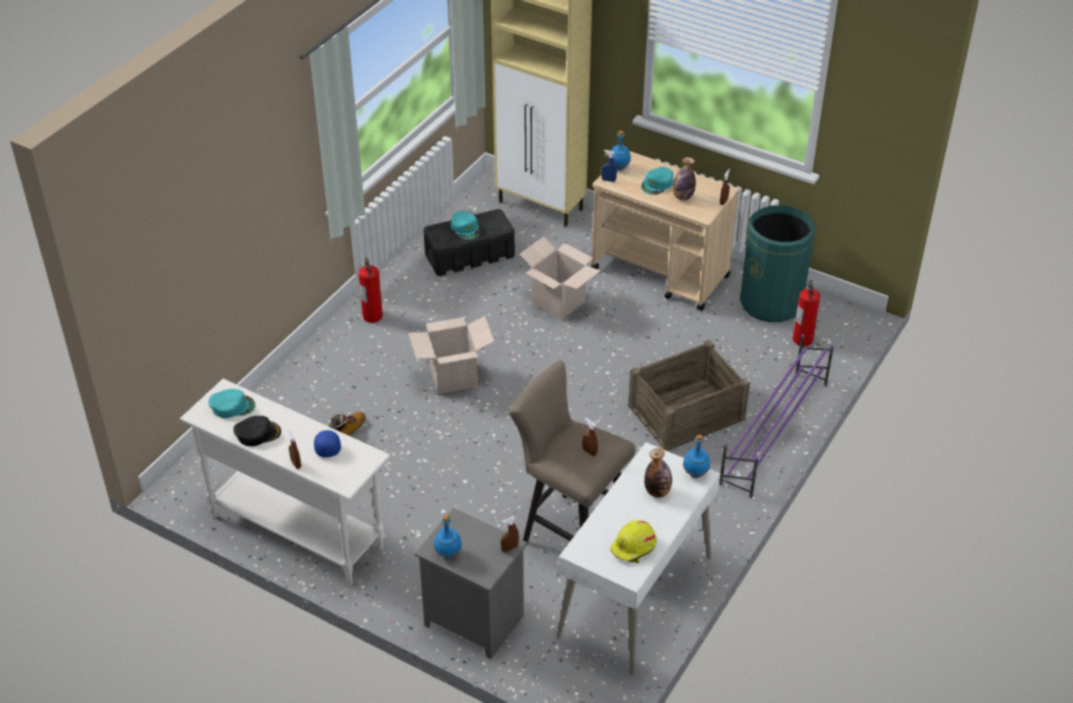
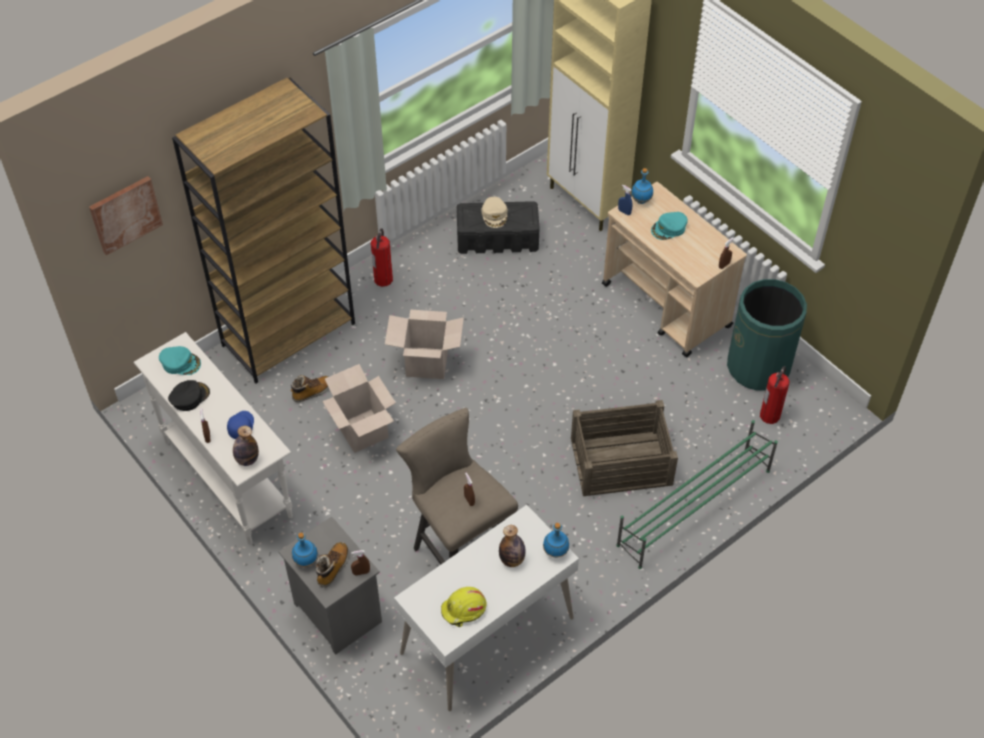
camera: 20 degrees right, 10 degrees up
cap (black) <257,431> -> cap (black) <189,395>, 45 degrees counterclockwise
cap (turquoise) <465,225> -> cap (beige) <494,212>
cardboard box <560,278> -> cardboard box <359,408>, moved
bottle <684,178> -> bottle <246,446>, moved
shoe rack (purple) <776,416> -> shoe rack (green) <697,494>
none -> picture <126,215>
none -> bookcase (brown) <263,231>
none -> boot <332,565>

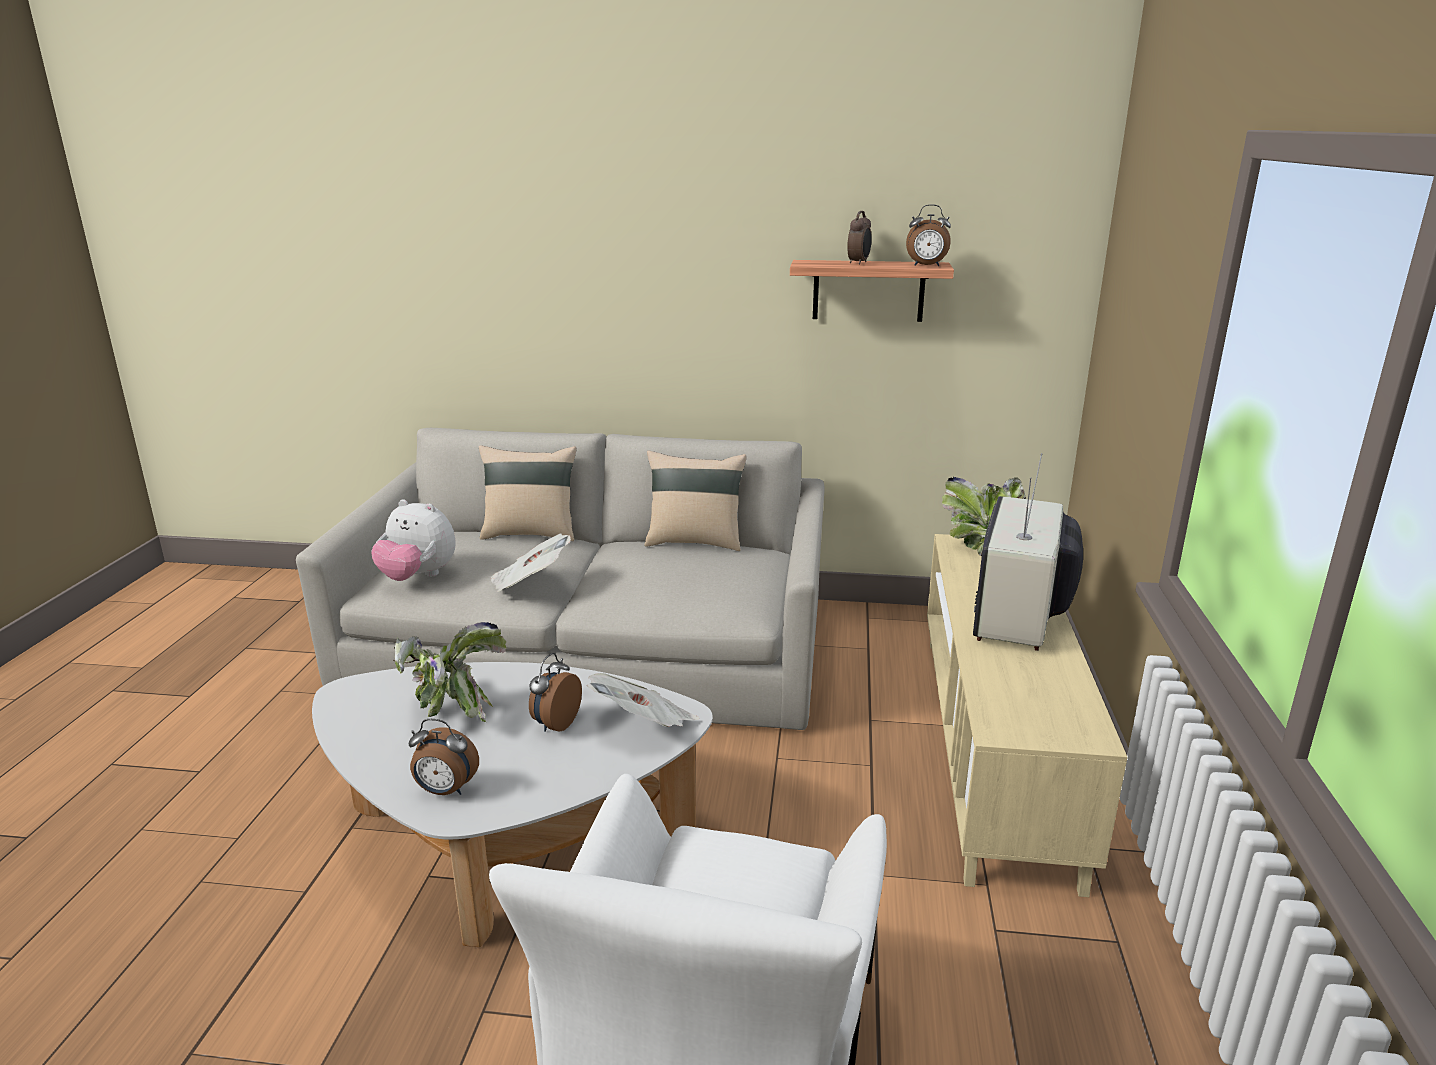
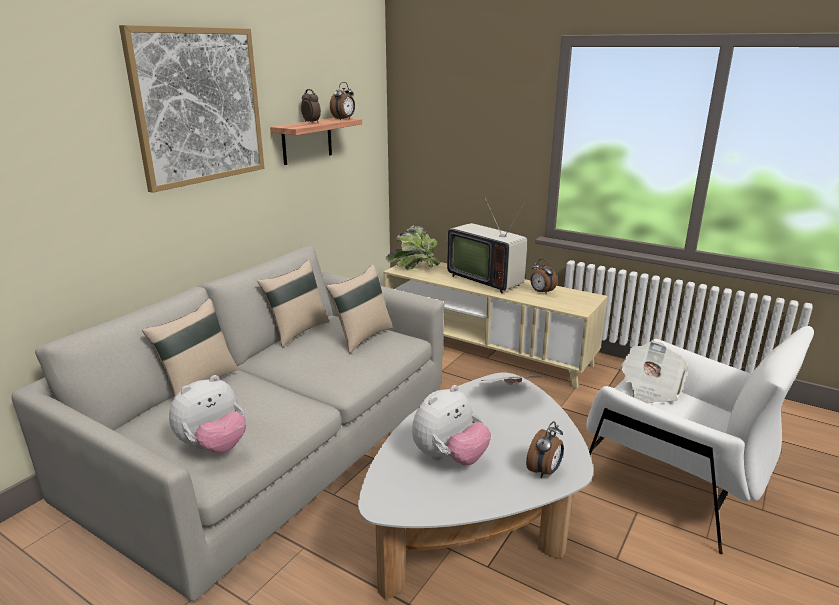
camera: 65 degrees left, 0 degrees up
potted plant <449,672> -> plush toy <451,425>
newspaper <531,562> -> newspaper <654,372>, moved
alarm clock <555,692> -> alarm clock <543,277>, moved
none -> picture <191,109>
none -> pillow (beige) <359,309>

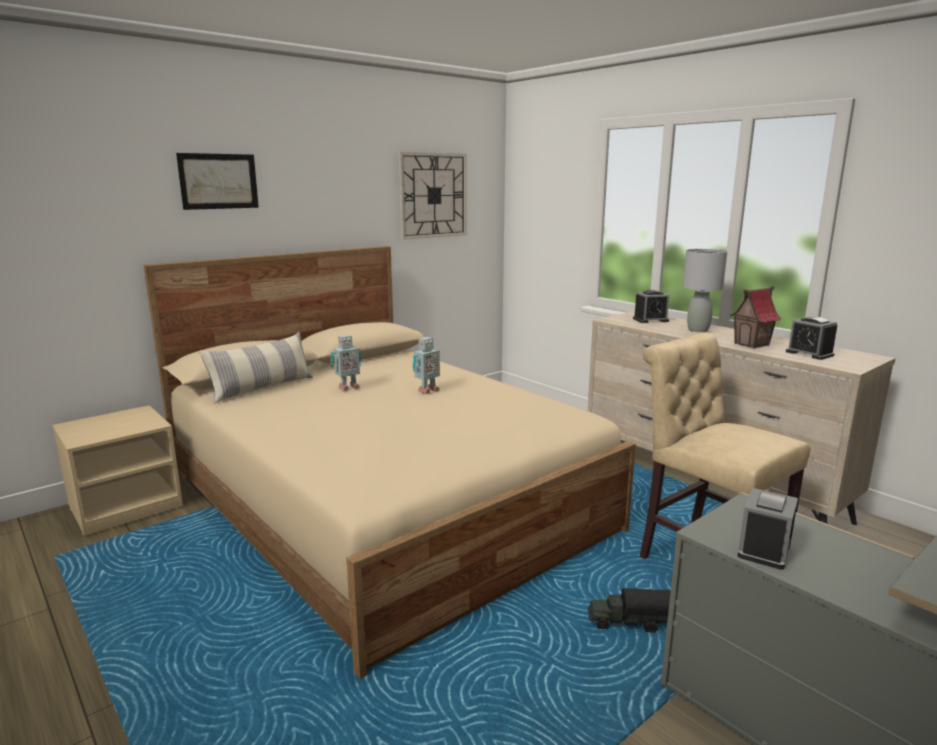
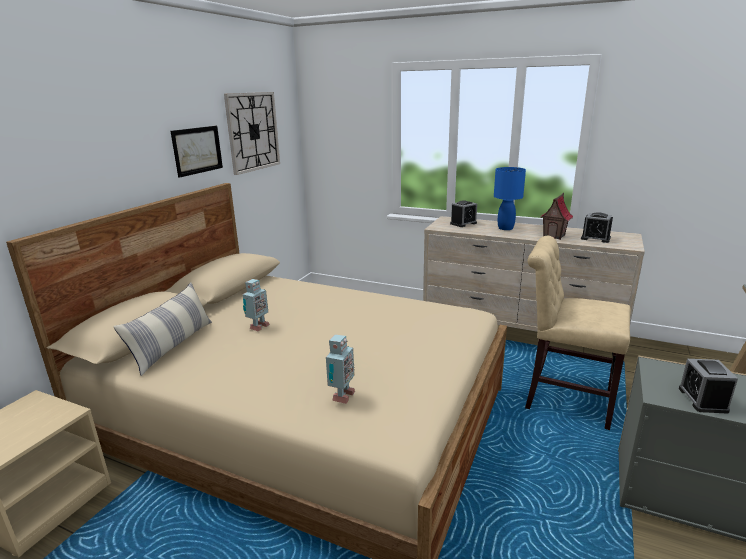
camera: 25 degrees left, 5 degrees up
picture <217,181> -> picture <197,152>, moved
toy robot <426,365> -> toy robot <340,369>, moved
toy truck <629,610> -> none
table lamp (grey) <705,290> -> table lamp (blue) <510,198>

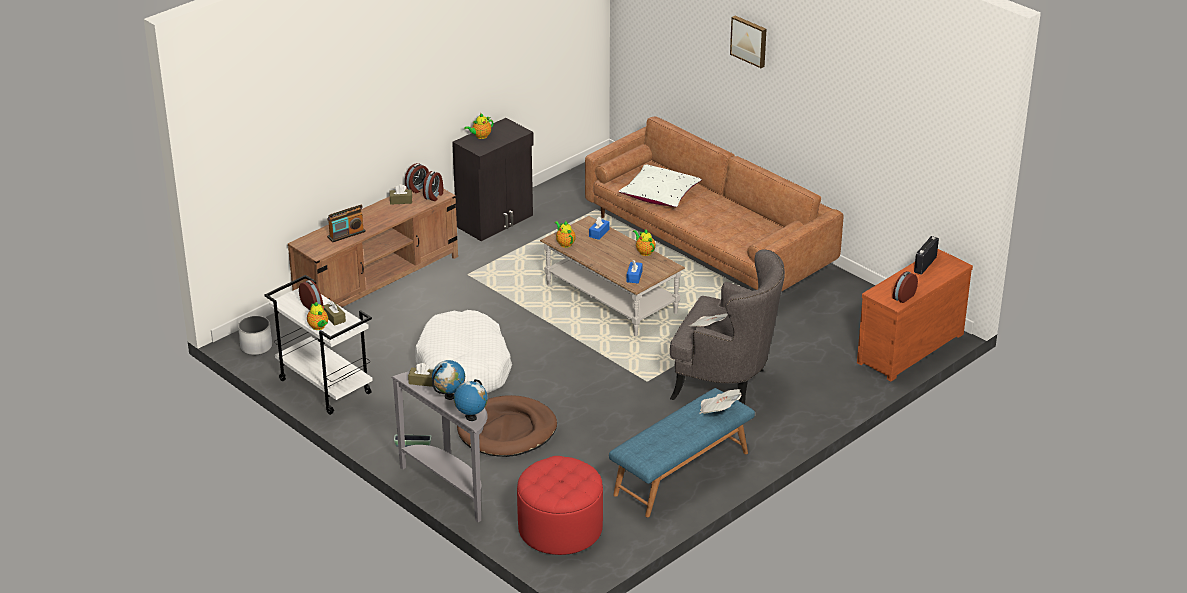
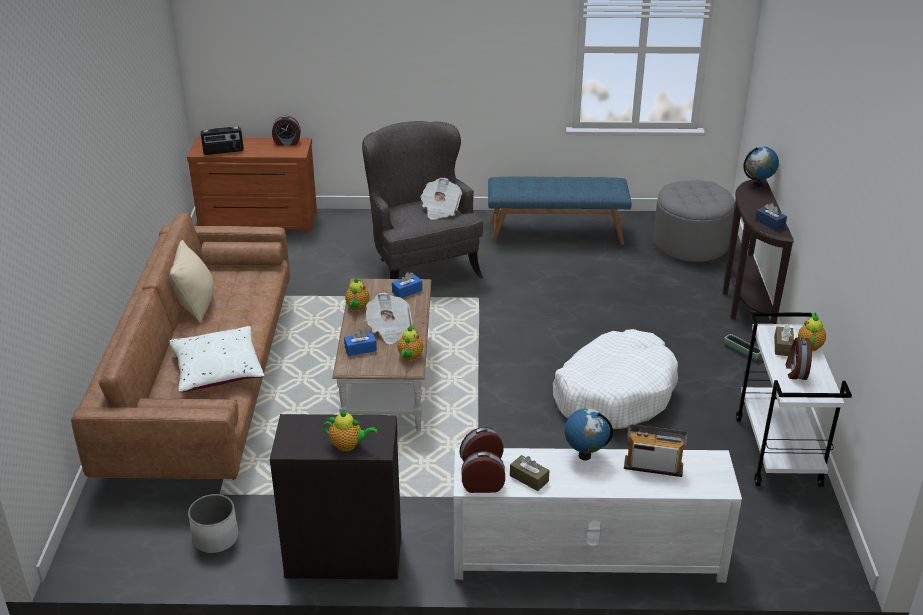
camera: 135 degrees left, 0 degrees up
planter (white) <255,335> -> planter (white) <213,523>, moved
tv stand (brown) <373,247> -> tv stand (white) <597,515>
console table (grey) <439,447> -> console table (brown) <758,251>
tissue box (brown) <420,375> -> tissue box (blue) <771,217>
globe <448,380> -> globe <589,434>, moved
dog bed (brown) <507,426> -> none
ottoman (red) <560,505> -> ottoman (grey) <694,221>
newspaper <721,401> -> newspaper <389,318>, moved
picture <748,42> -> none
none -> pillow (beige) <191,281>

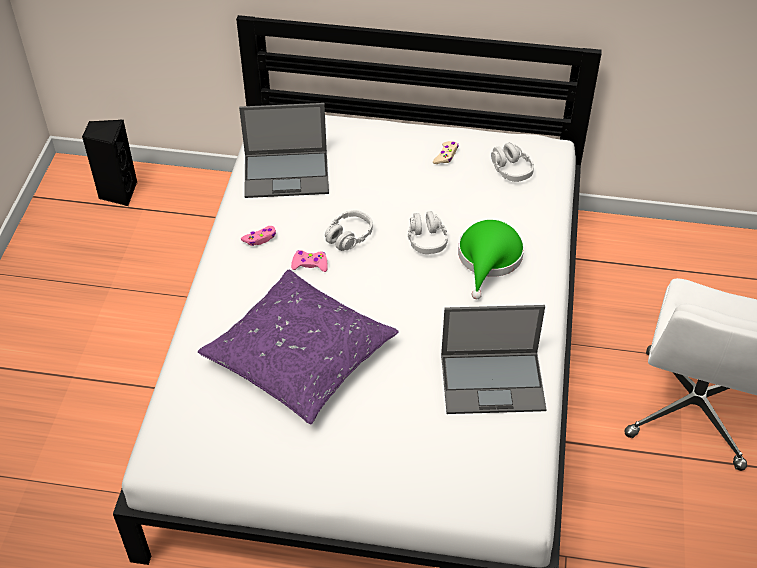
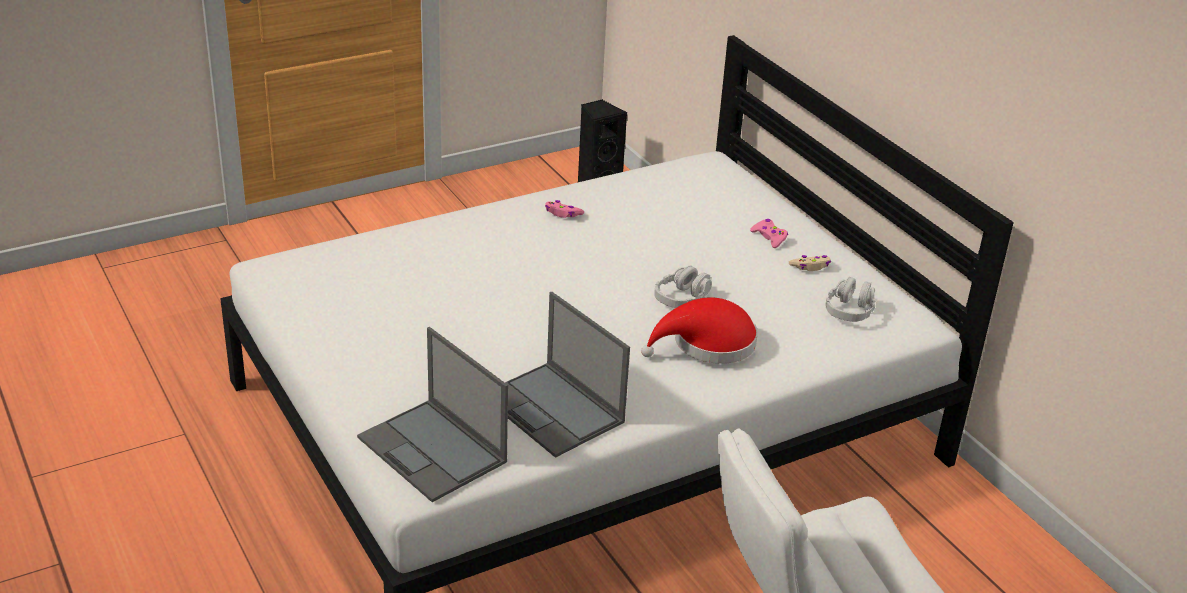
camera: 50 degrees right, 15 degrees down
pillow (purple) <298,347> -> none
laptop <284,150> -> laptop <432,414>, moved
game controller (pink) <309,261> -> game controller (pink) <769,233>, moved
headphones (grey) <349,230> -> none
hat (green) <491,259> -> hat (red) <699,330>

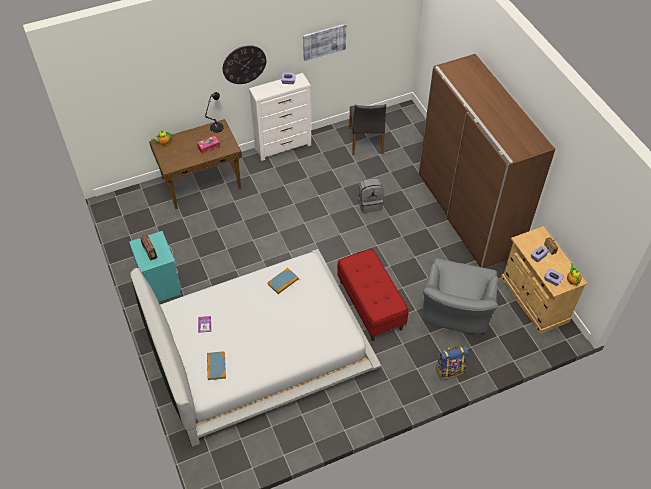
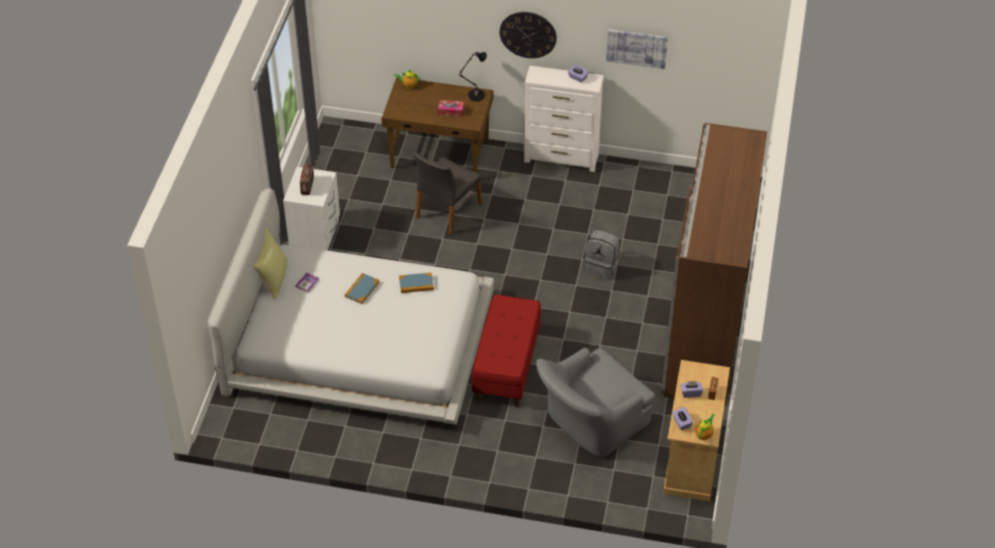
camera: 35 degrees right, 5 degrees down
nightstand (turquoise) <155,266> -> nightstand (white) <311,208>
book <216,365> -> book <362,288>, moved
chair (grey) <367,129> -> chair (grey) <448,193>, moved
backpack <451,363> -> none
none -> pillow (yellow) <270,263>

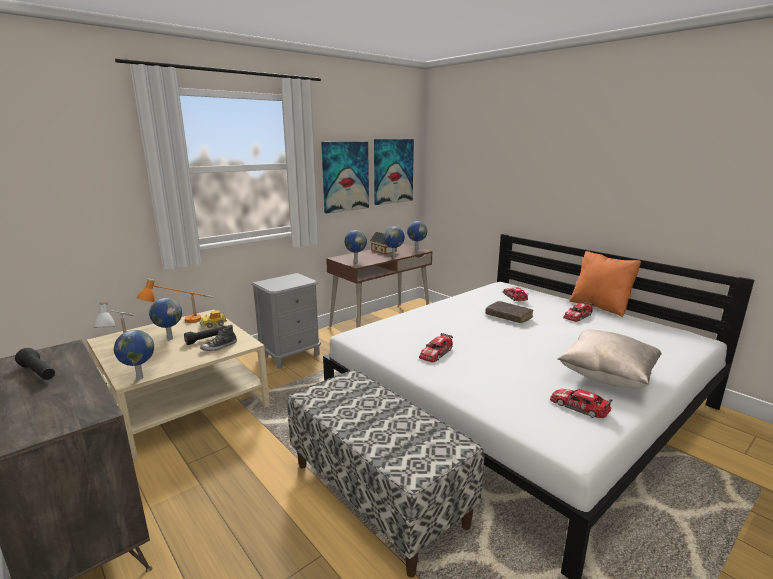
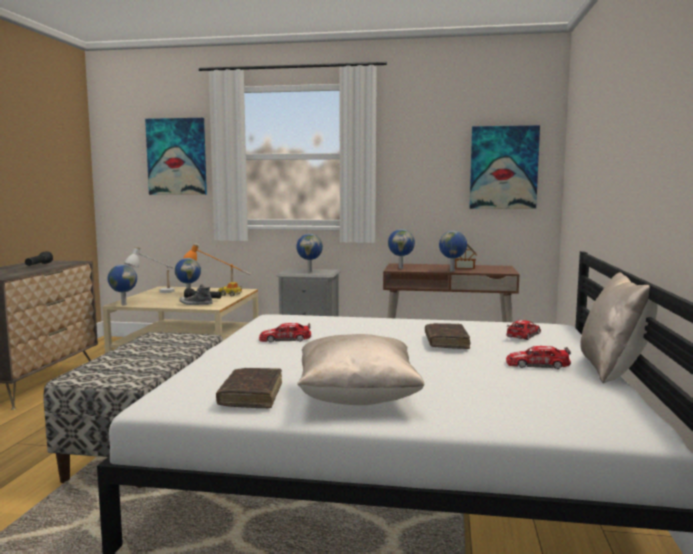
camera: 50 degrees right, 10 degrees down
picture <345,177> -> picture <176,156>, moved
globe <417,236> -> globe <309,253>, moved
toy car <581,403> -> book (brown) <249,388>
pillow (orange) <605,284> -> pillow (beige) <619,326>

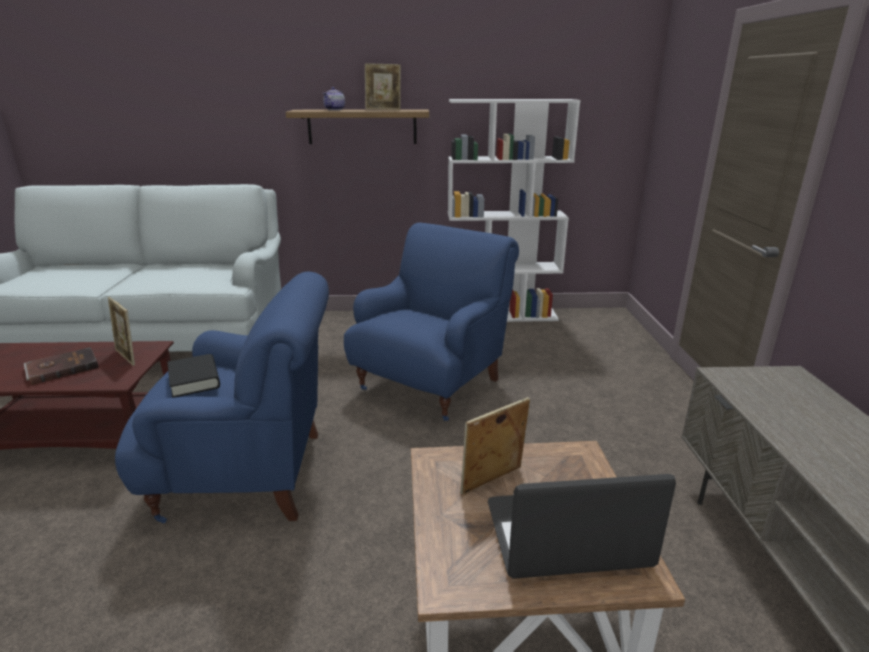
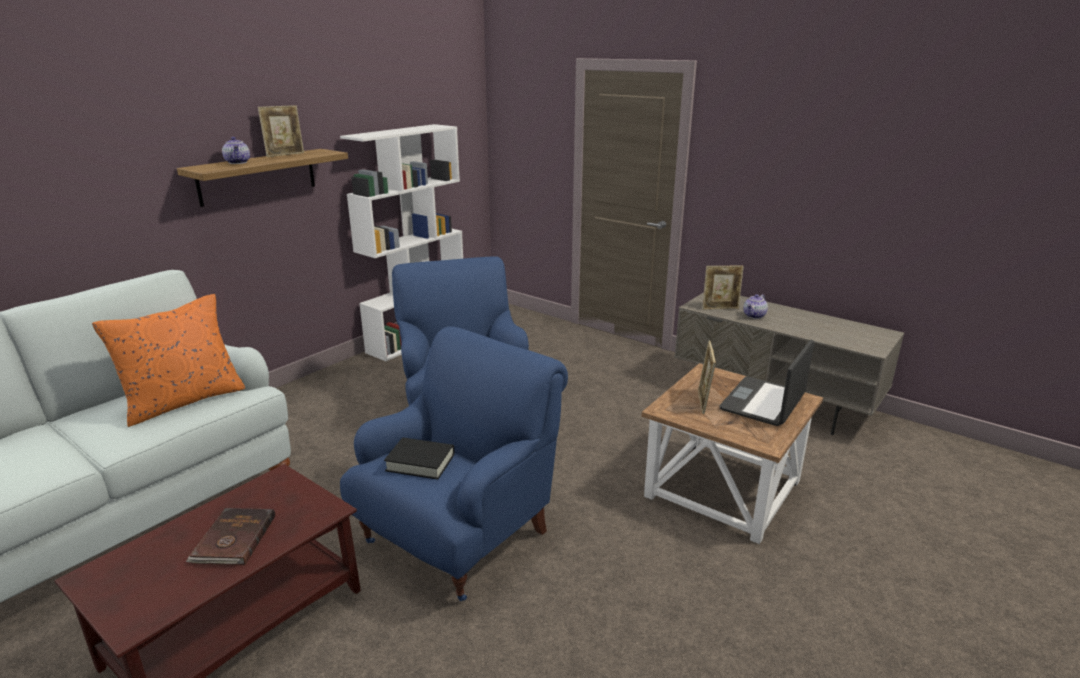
camera: 50 degrees left, 0 degrees up
picture frame <121,331> -> picture frame <723,288>, moved
none -> pillow (orange) <168,360>
none -> teapot <755,306>

